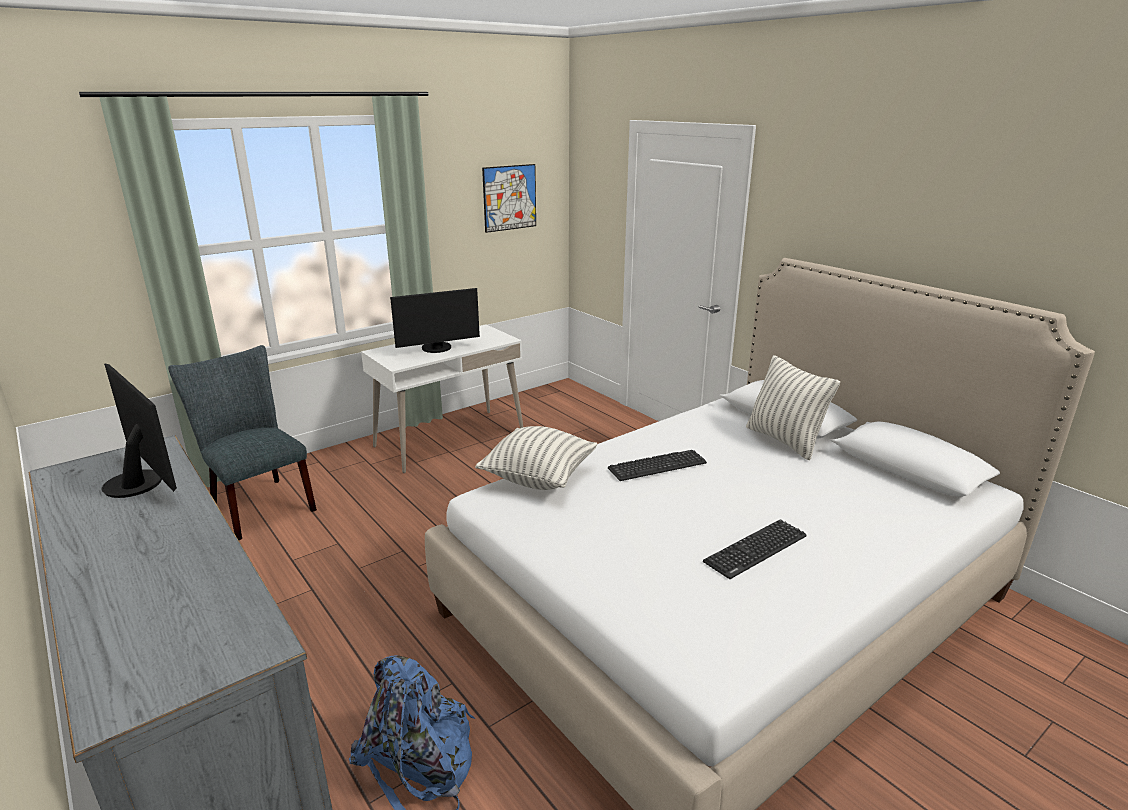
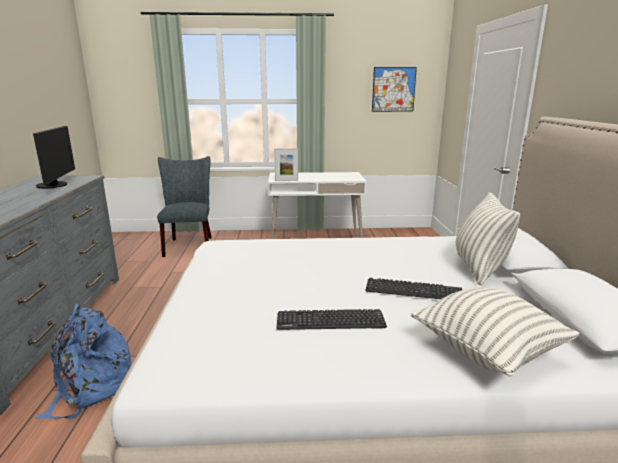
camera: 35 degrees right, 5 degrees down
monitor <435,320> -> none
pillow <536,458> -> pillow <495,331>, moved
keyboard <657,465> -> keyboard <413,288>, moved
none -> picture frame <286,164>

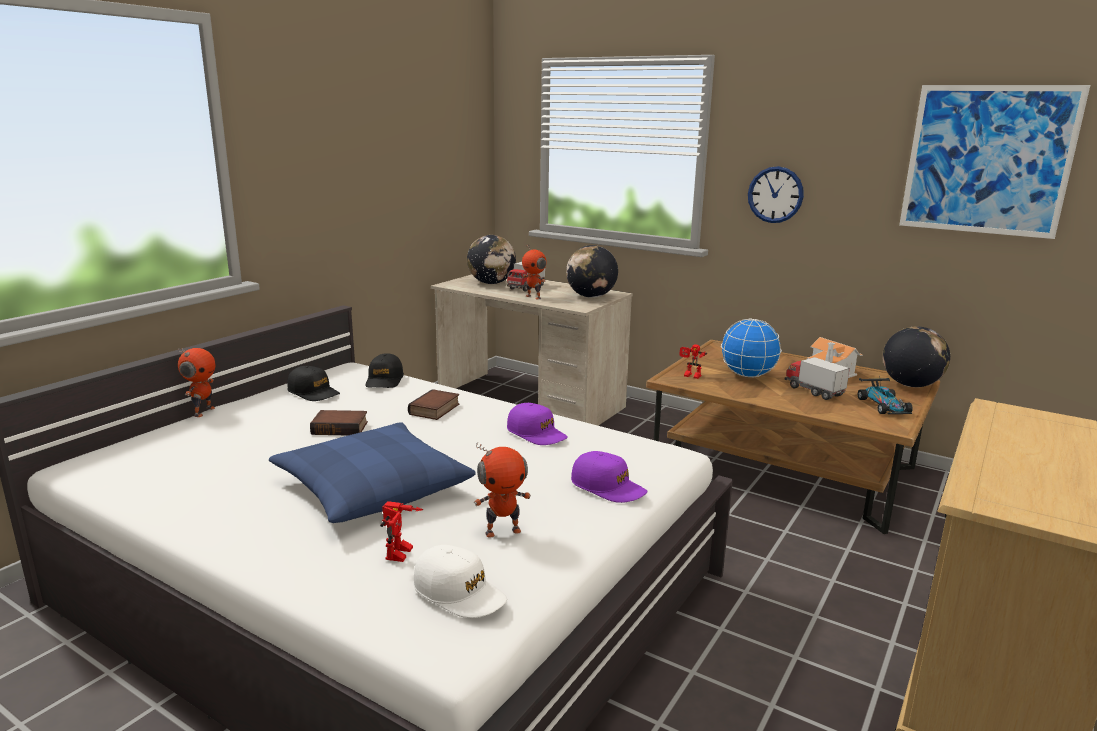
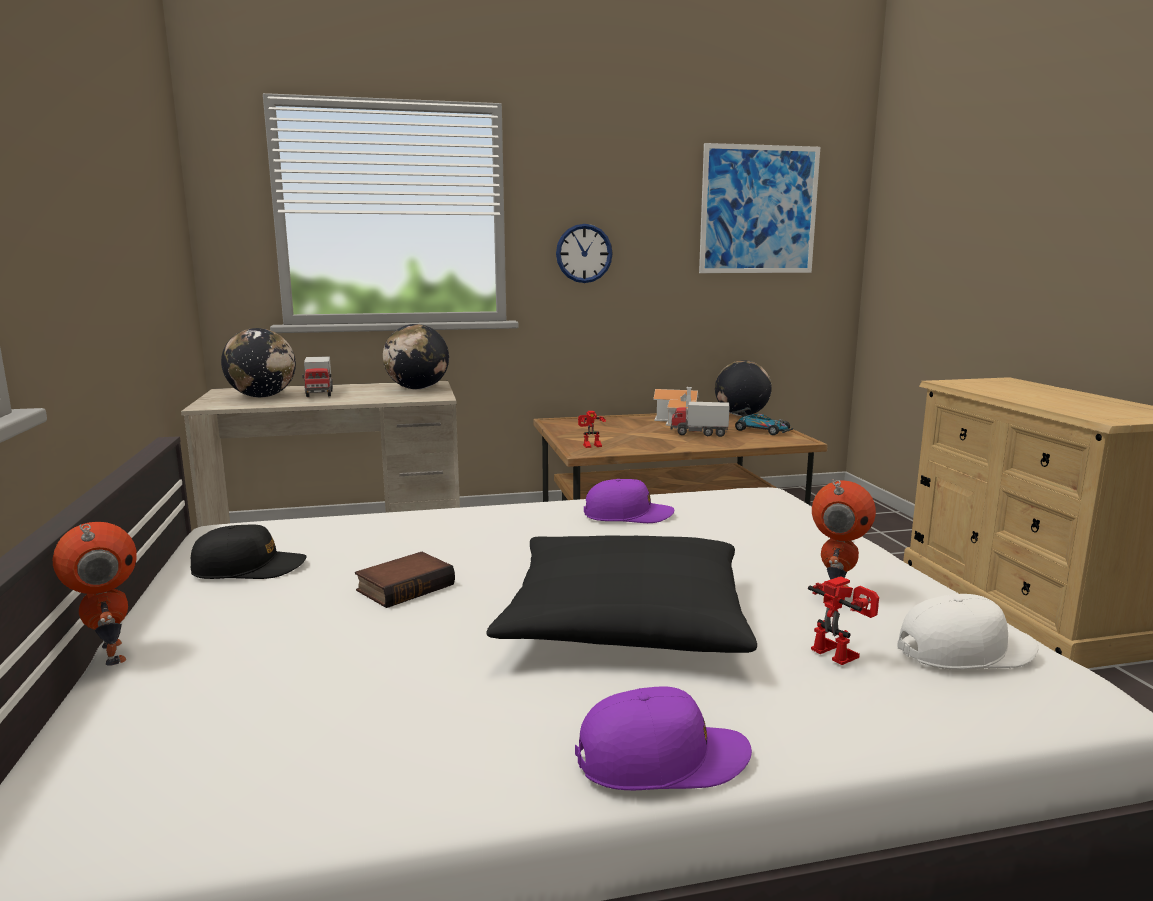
camera: 45 degrees left, 5 degrees down
pillow (blue) <372,472> -> pillow (black) <622,594>
cap (black) <385,370> -> none
book <434,404> -> none
toy robot <534,272> -> none
cap (purple) <609,477> -> cap (purple) <663,738>, moved
globe <751,348> -> none

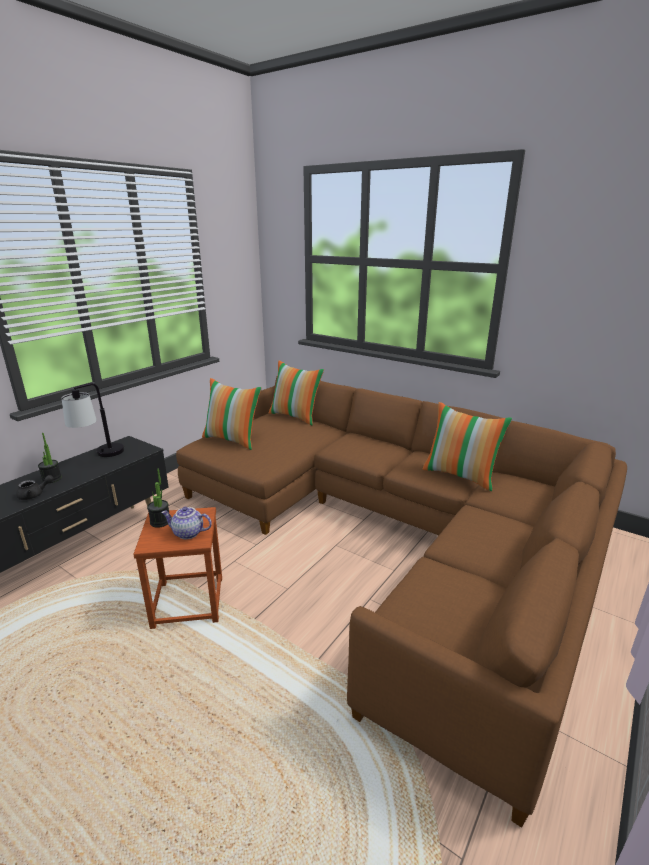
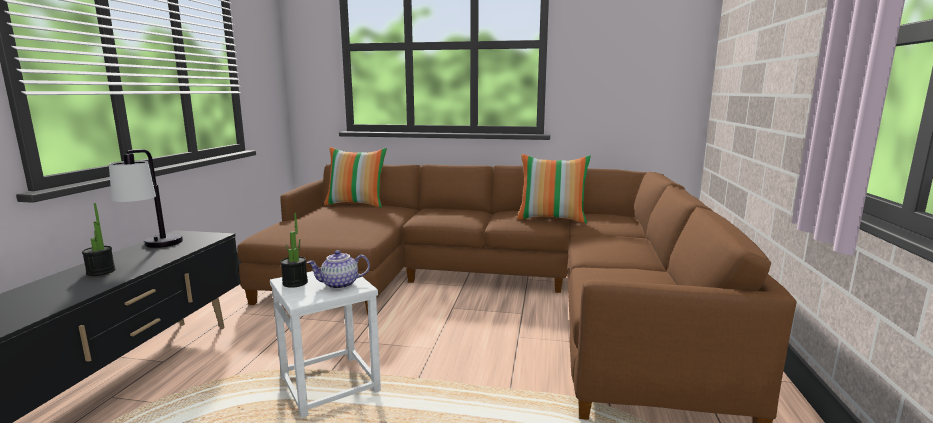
camera: 25 degrees left, 10 degrees down
teapot (black) <35,487> -> none
stool (brown) <177,568> -> stool (white) <325,344>
pillow <232,414> -> none

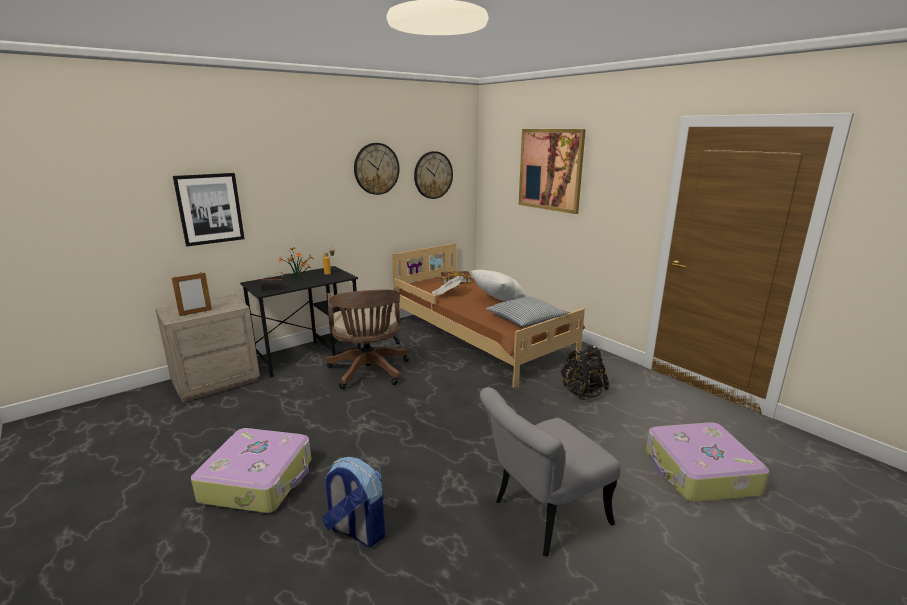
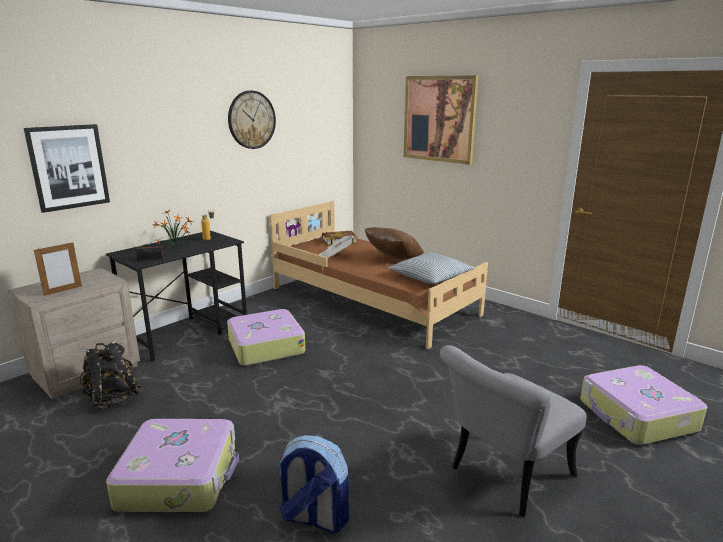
camera: 10 degrees left, 0 degrees up
office chair (brown) <367,338> -> suitcase <266,337>
wall clock <433,175> -> none
pillow (white) <499,285> -> pillow (brown) <394,243>
backpack (black) <585,373> -> backpack (black) <111,375>, moved

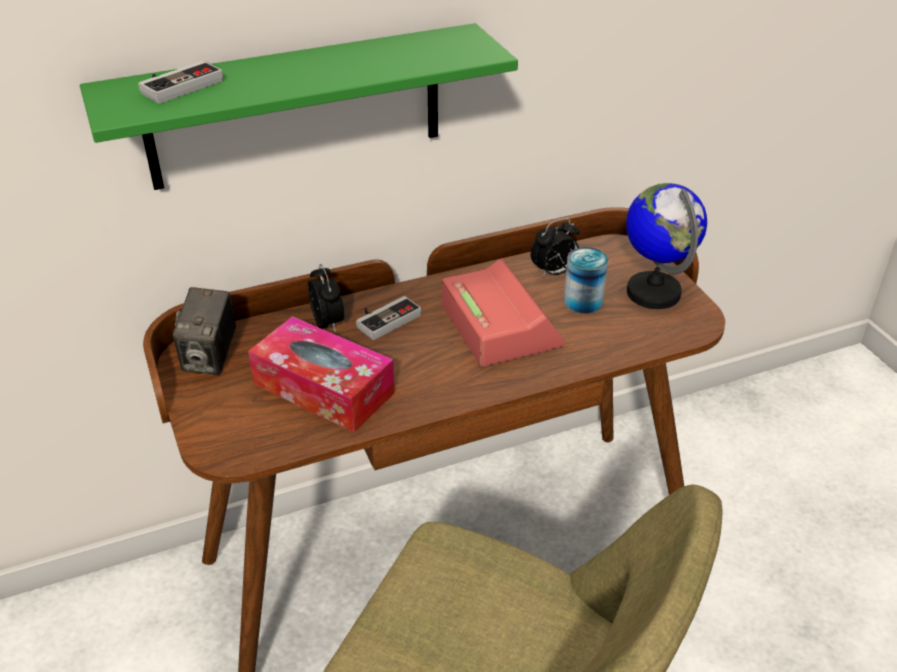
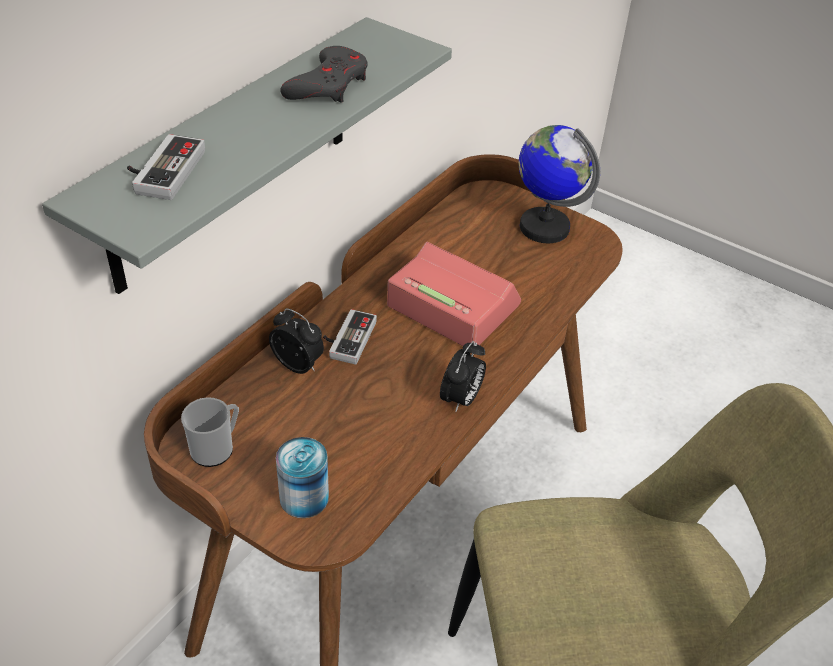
camera: 35 degrees left, 5 degrees up
shelf (green) <299,106> -> shelf (grey) <247,155>
photo camera <204,331> -> mug <210,432>
tissue box <321,374> -> none
alarm clock <554,248> -> alarm clock <463,376>, moved
can <586,280> -> can <302,477>, moved
none -> game controller (grey) <324,74>

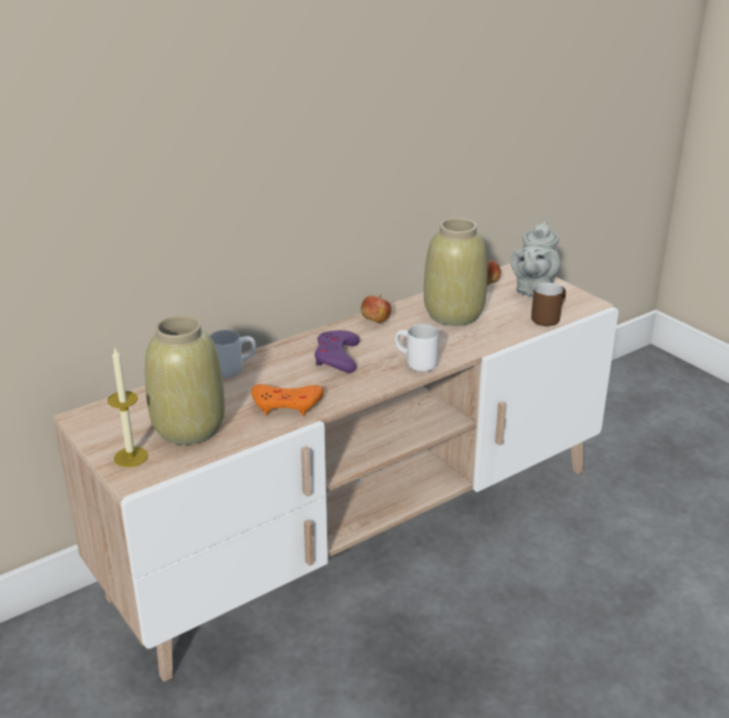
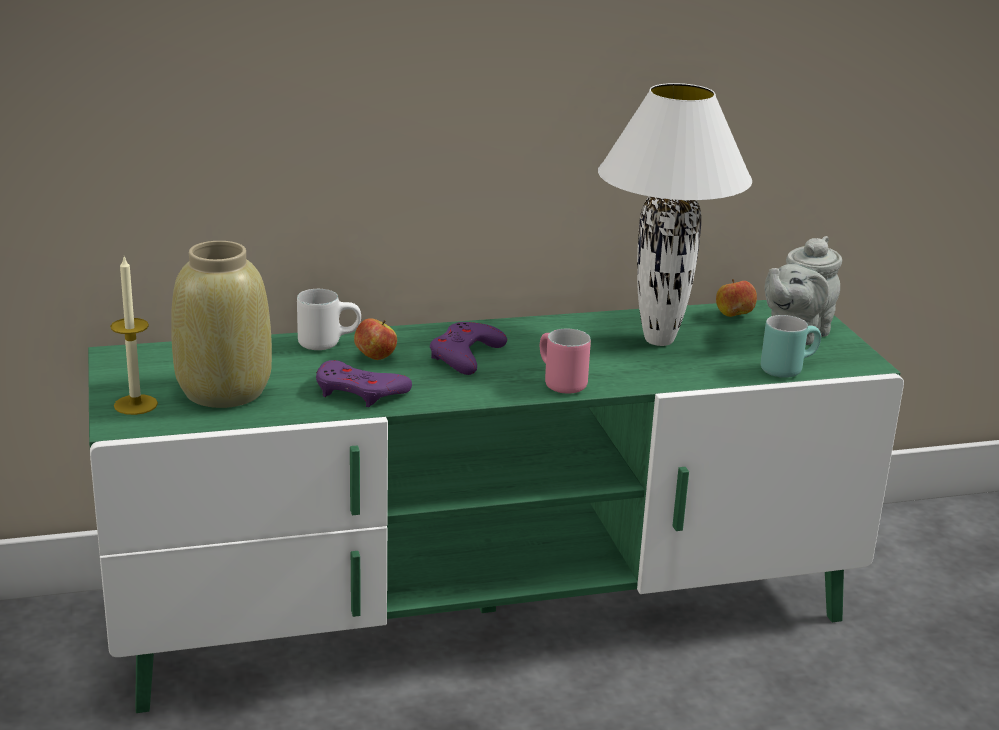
camera: 20 degrees right, 5 degrees down
tv stand (beige) <336,472> -> tv stand (green) <496,506>
game controller (orange) <287,400> -> game controller (purple) <364,383>
apple <376,309> -> apple <375,339>, moved
mug (white) <417,348> -> mug (pink) <565,361>
vase (beige) <455,272> -> table lamp (white) <675,214>
mug (brown) <548,304> -> mug (turquoise) <791,346>

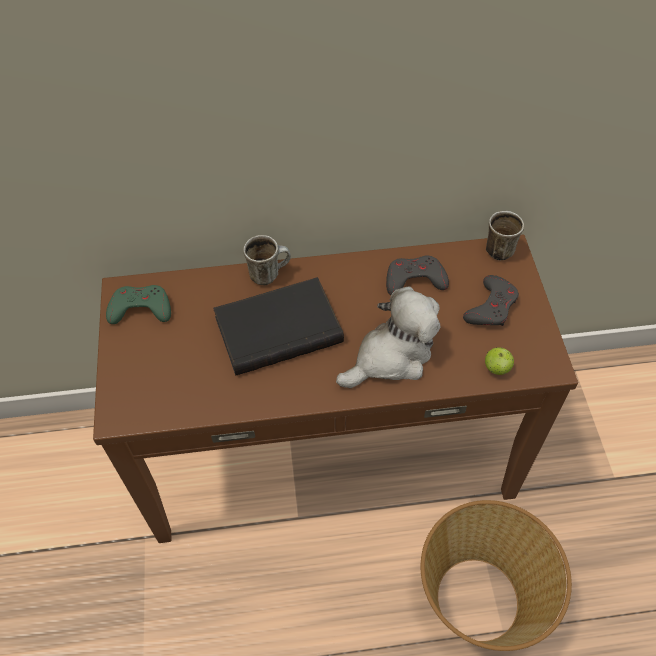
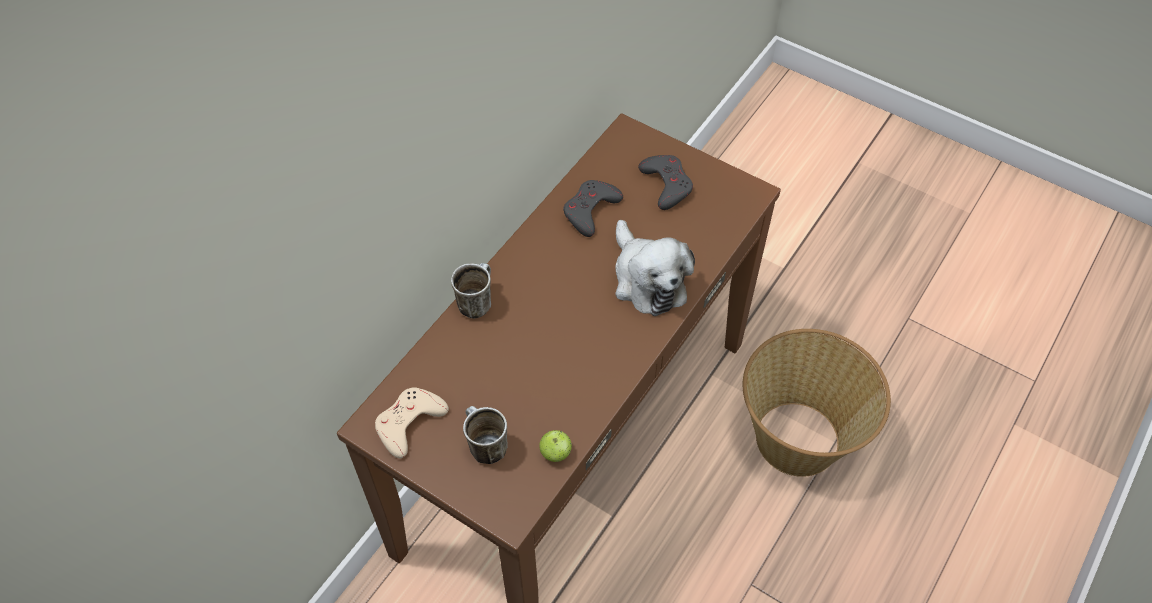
camera: 50 degrees left, 0 degrees up
game controller (green) <138,304> -> game controller (beige) <412,422>
book (black) <278,326> -> none
plush toy <388,337> -> plush toy <655,268>, 150 degrees clockwise
apple <499,361> -> apple <555,446>, moved
mug <505,235> -> mug <485,435>, moved

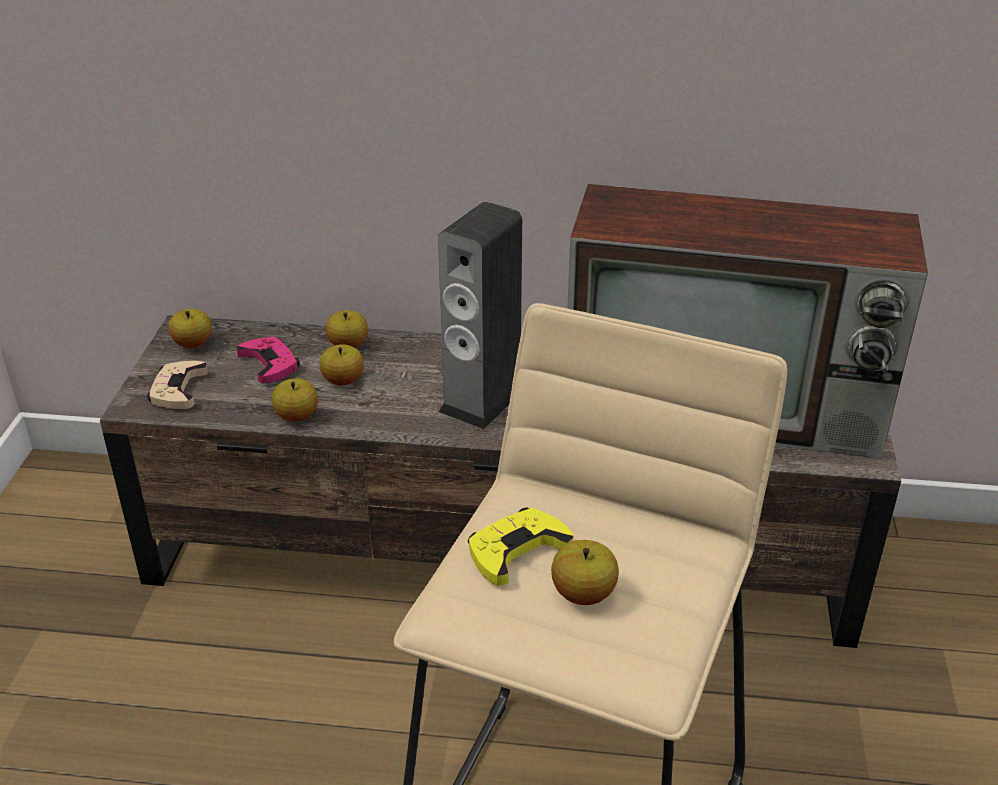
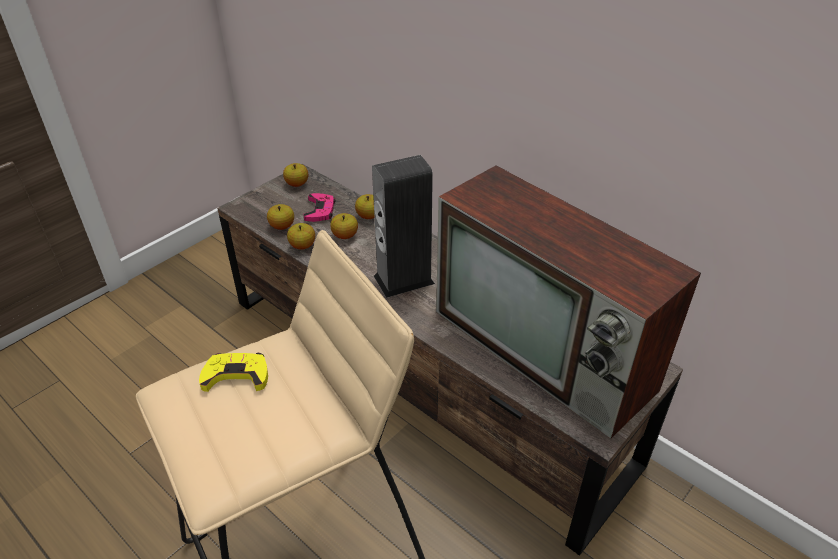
camera: 35 degrees right, 5 degrees up
game controller (beige) <177,385> -> none
apple <585,572> -> apple <280,217>, moved

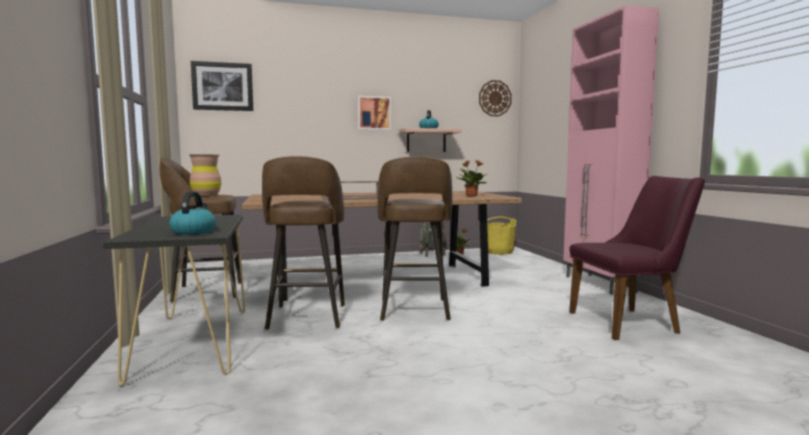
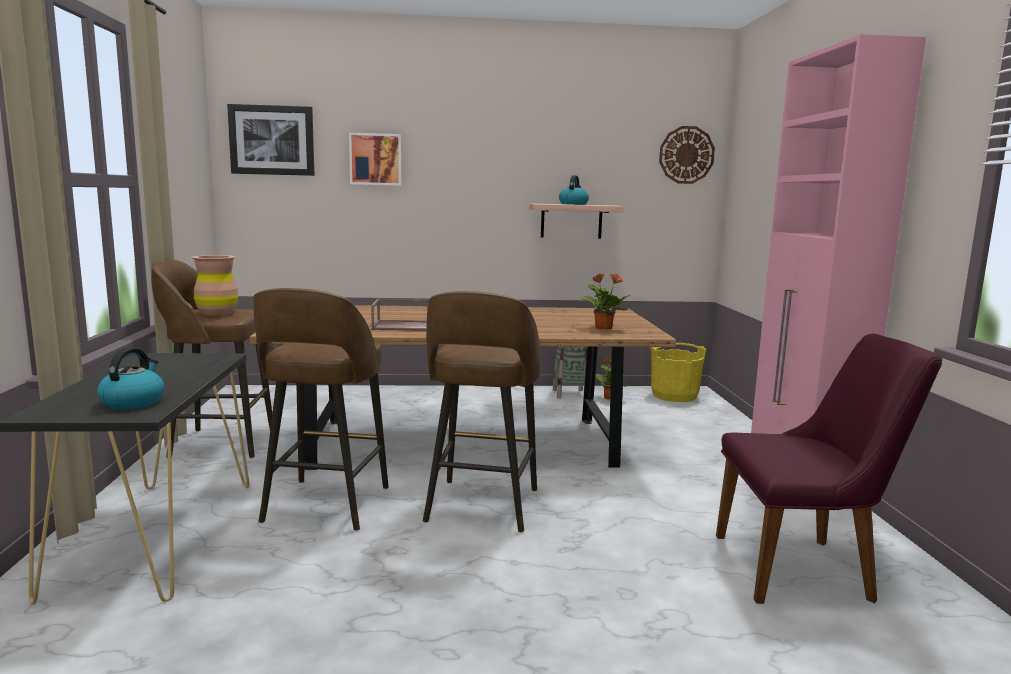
camera: 10 degrees right, 5 degrees up
picture <374,113> -> picture <375,159>, moved

